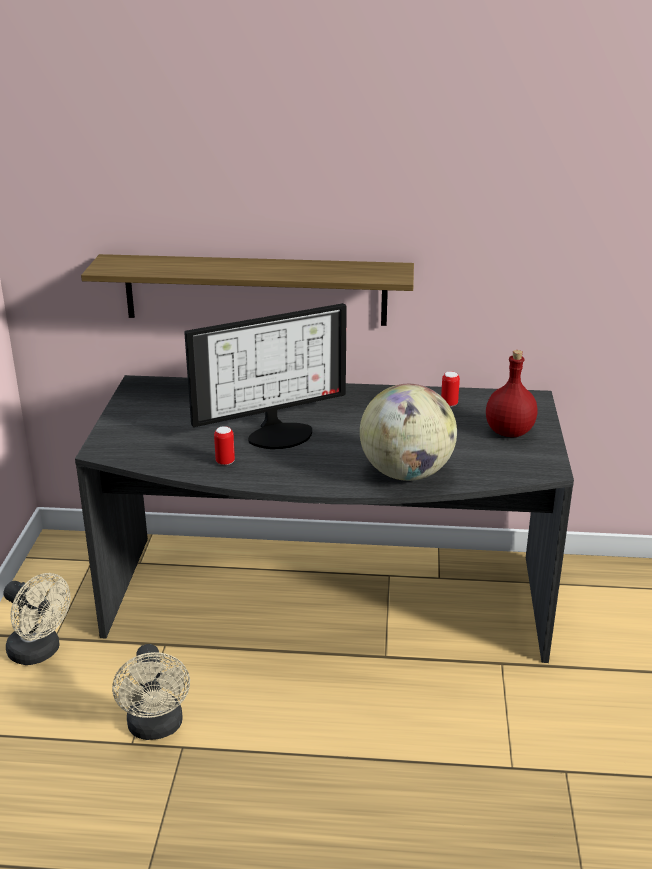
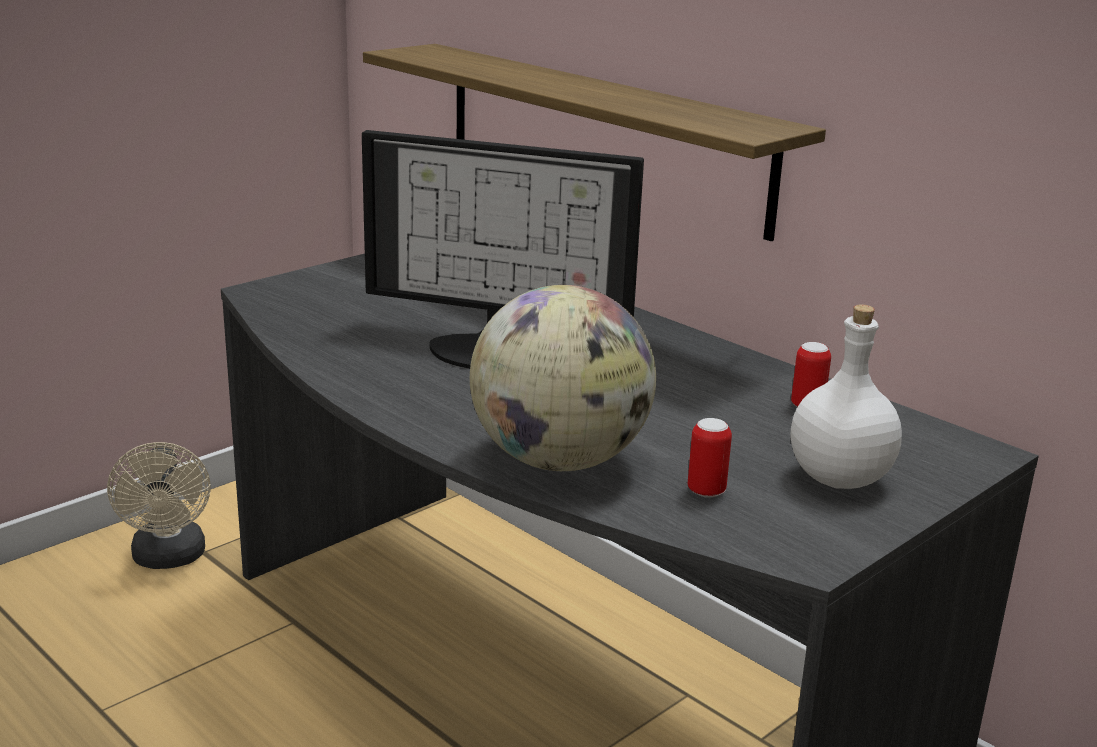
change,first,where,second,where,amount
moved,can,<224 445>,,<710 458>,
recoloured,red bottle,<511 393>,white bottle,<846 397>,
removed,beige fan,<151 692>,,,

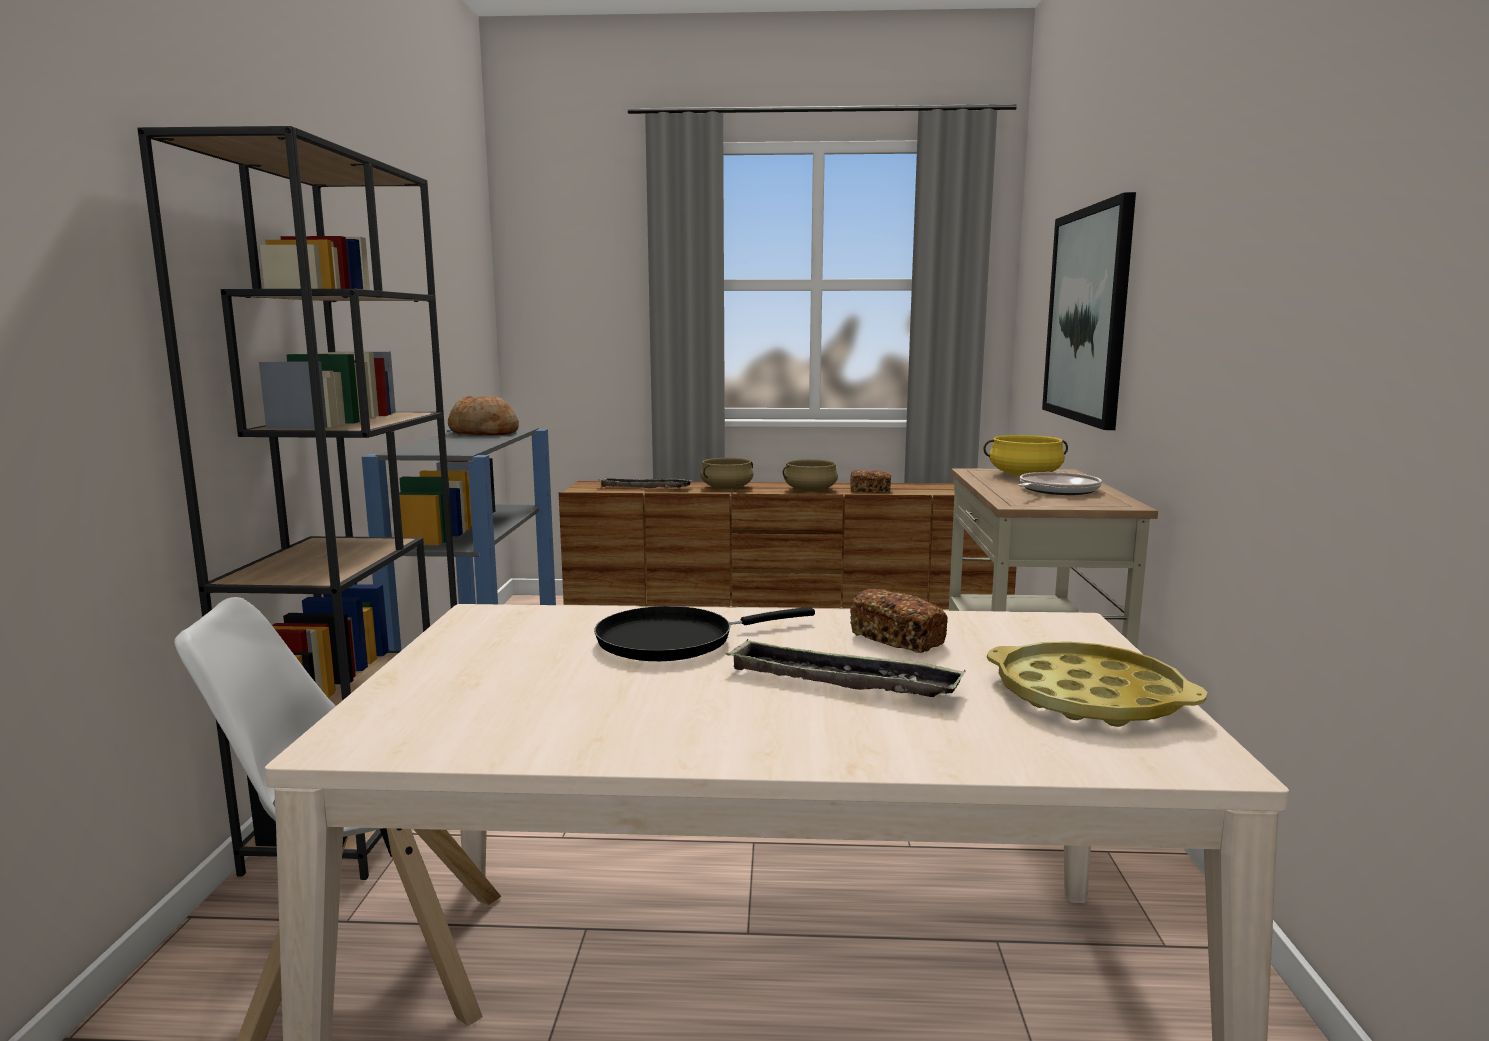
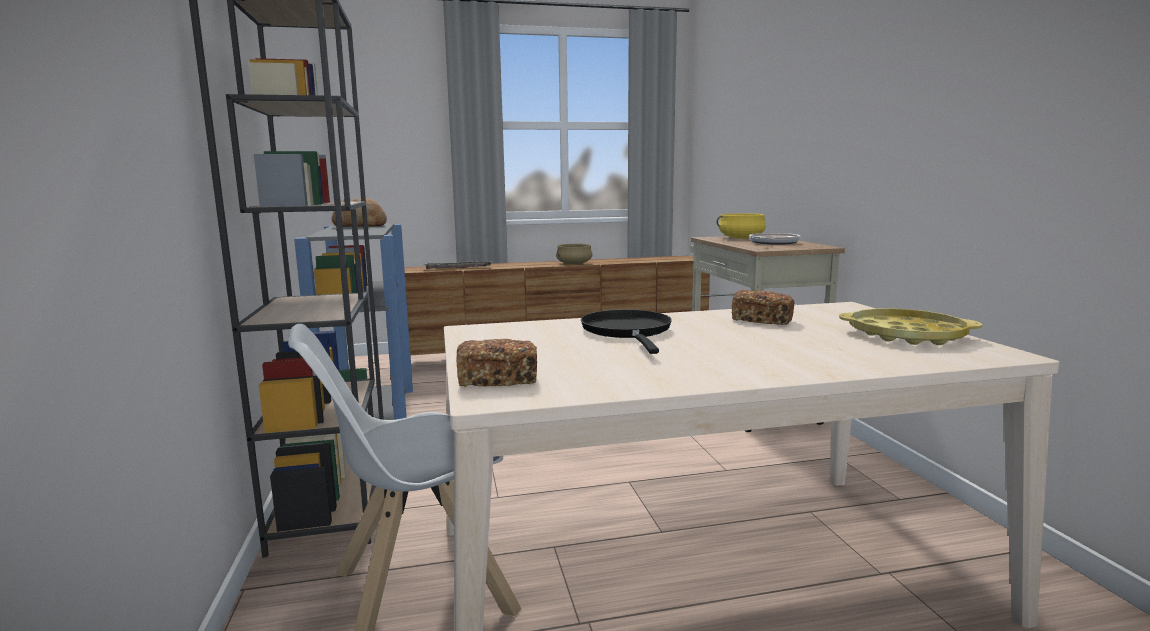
change,first,where,second,where,amount
moved,bread,<870 481>,,<496 363>,
turned,black frying pan,<704 633>,,<626 332>,120 degrees clockwise
removed,beige cooking pot,<727 473>,,,
removed,tray,<845 668>,,,
removed,picture,<1089 311>,,,

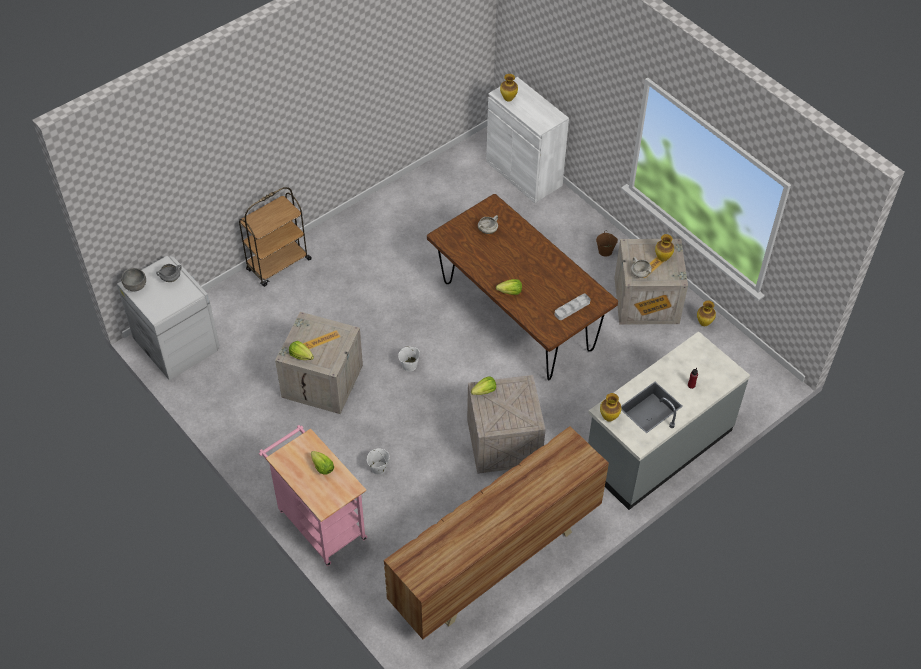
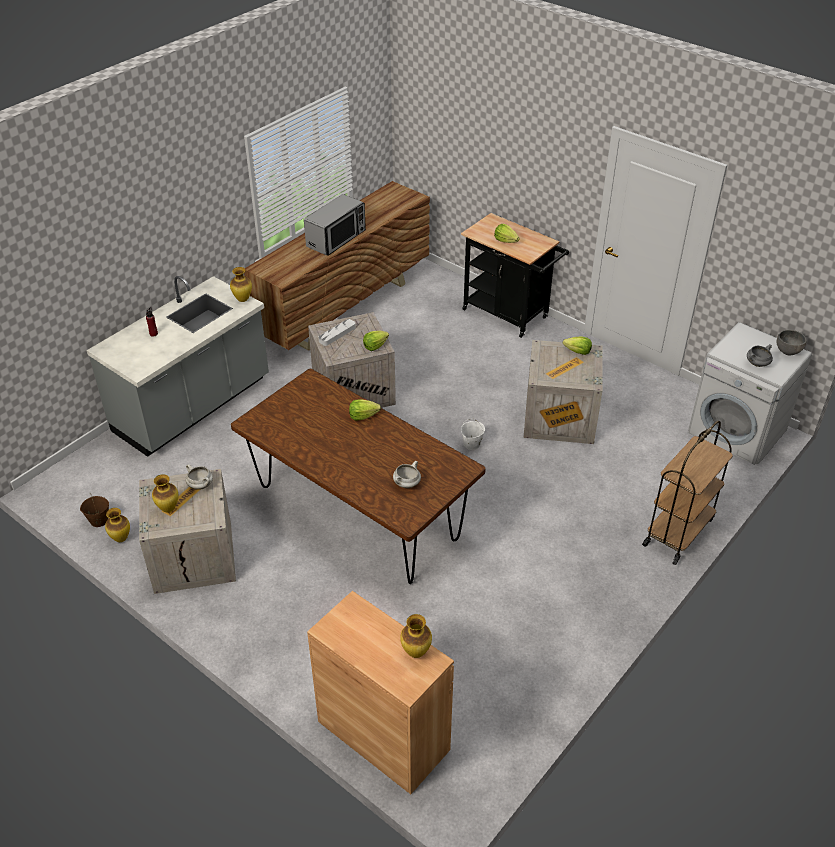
change,first,where,second,where,amount
moved,brown bucket,<607 243>,,<94 511>,
added,,,microwave,<335 225>,
recoloured,white cabinet,<527 140>,brown cabinet,<380 692>,
moved,grey tray,<573 307>,,<337 332>,
recoloured,pink cart,<313 495>,black cart,<515 275>,
removed,white bucket,<378 461>,,,

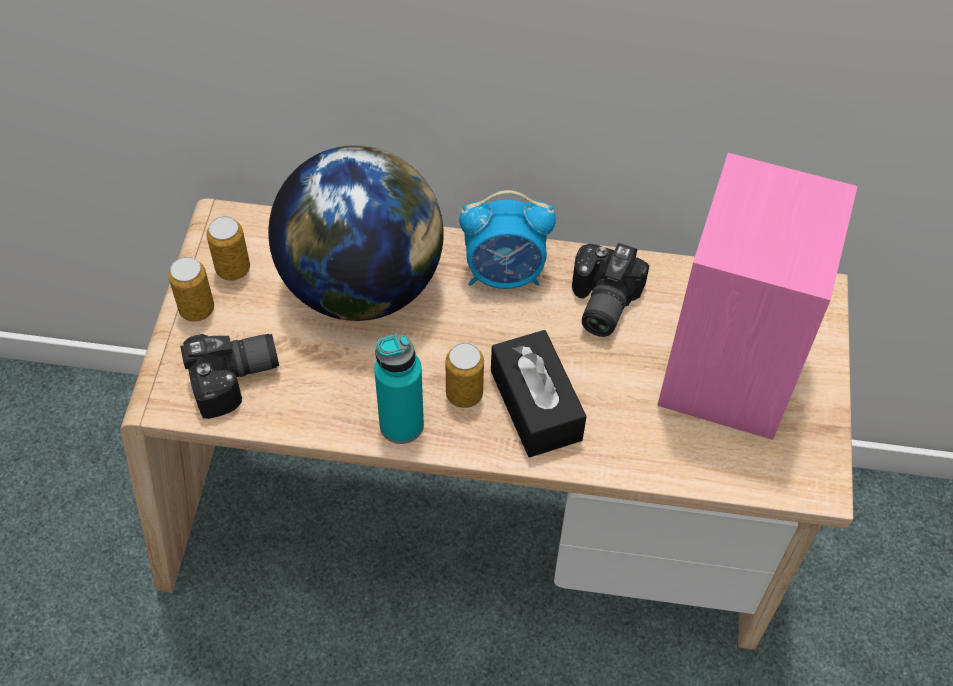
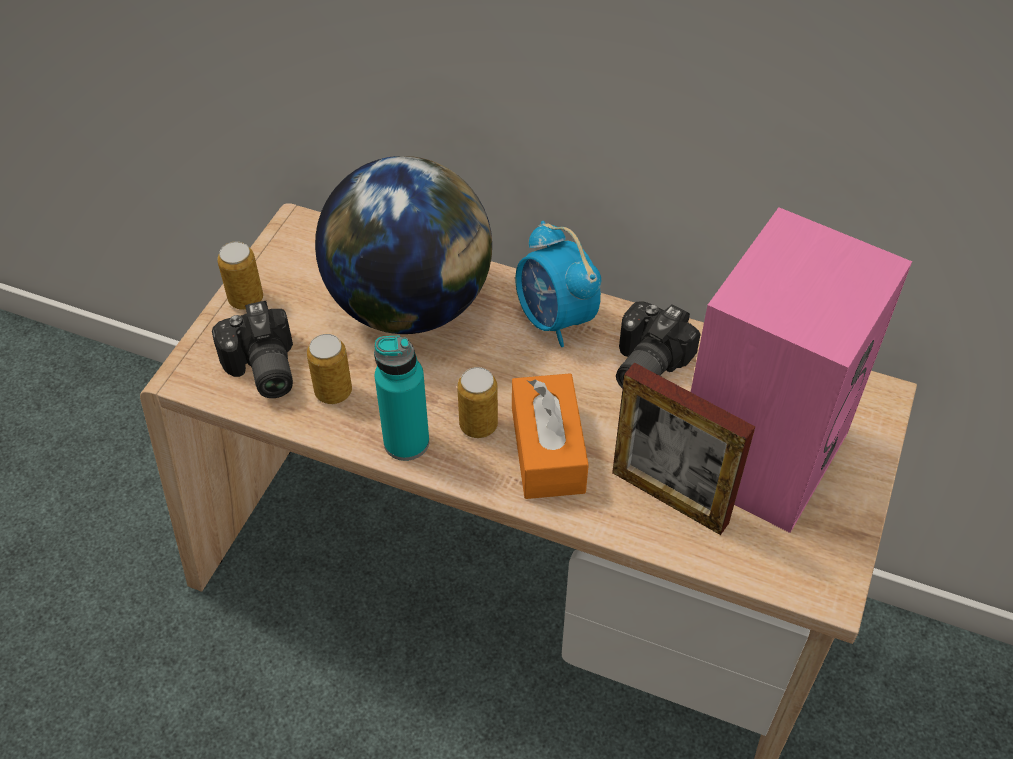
change,first,where,second,where,amount
turned,photo camera,<229 376>,,<252 349>,75 degrees clockwise
moved,can,<228 248>,,<329 369>,
recoloured,black tissue box,<539 393>,orange tissue box,<550 436>,
turned,alarm clock,<507 239>,,<558 284>,45 degrees clockwise
added,,,picture frame,<683 448>,

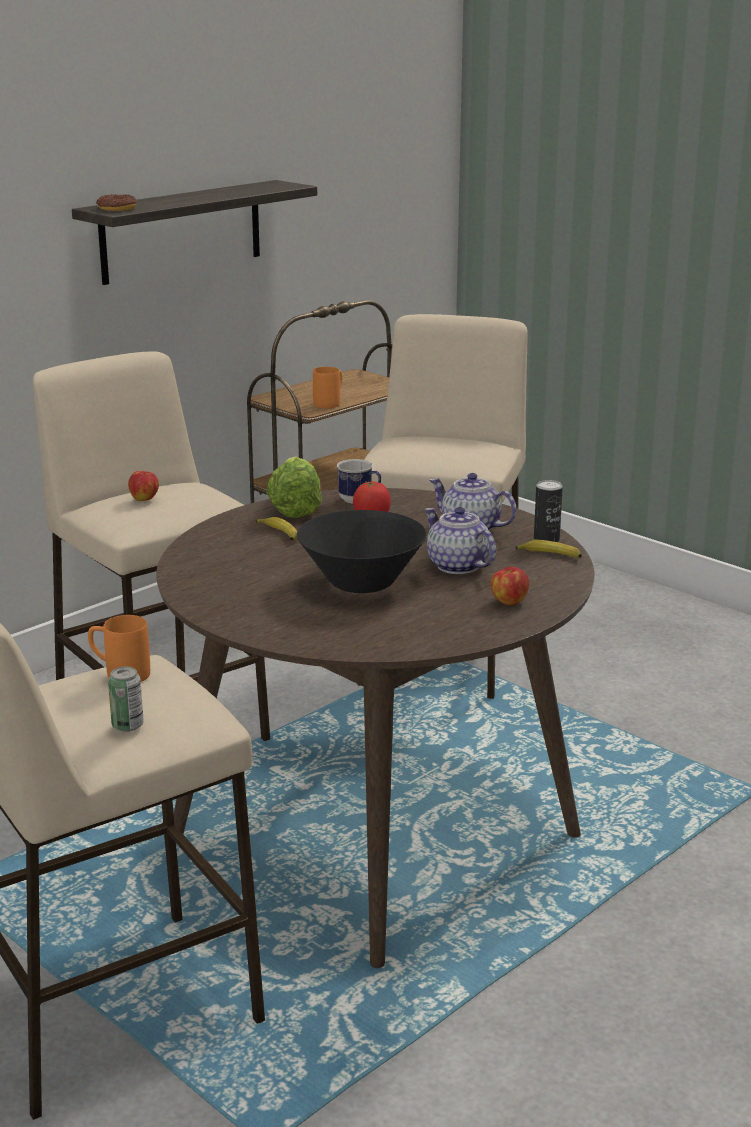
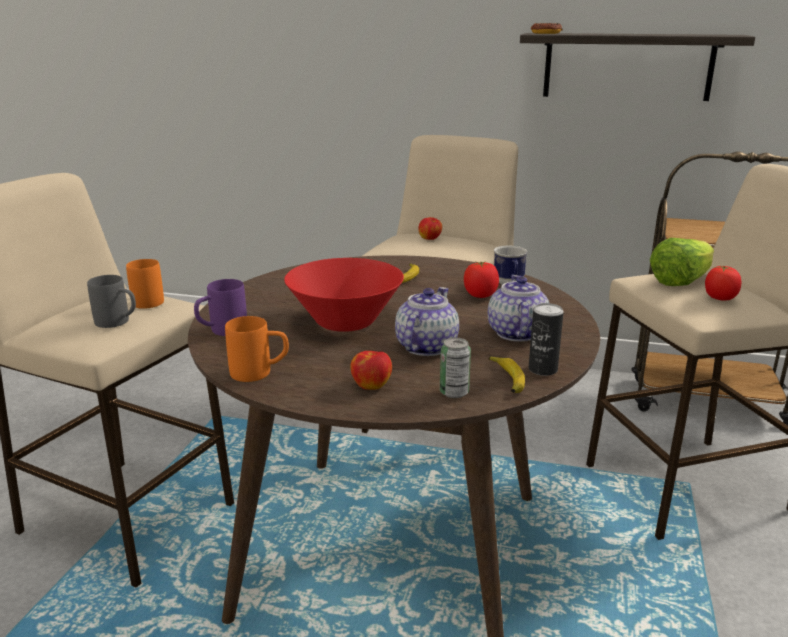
change,first,where,second,where,amount
added,,,grey mug,<111 301>,
added,,,purple mug,<220 307>,
moved,orange mug,<327 387>,,<257 349>,
recoloured,black bowl,<362 551>,red bowl,<344 295>,
moved,can,<126 699>,,<455 367>,
moved,lettuce,<294 487>,,<682 262>,
added,,,tomato,<723 283>,

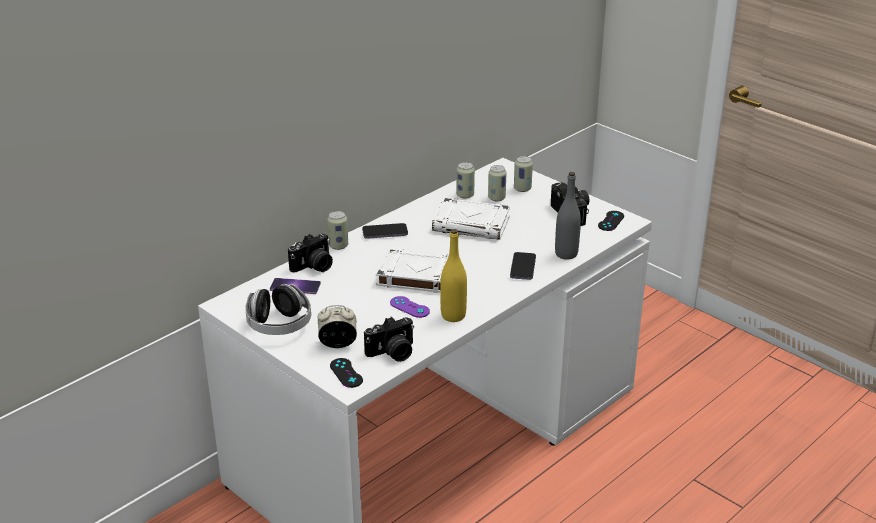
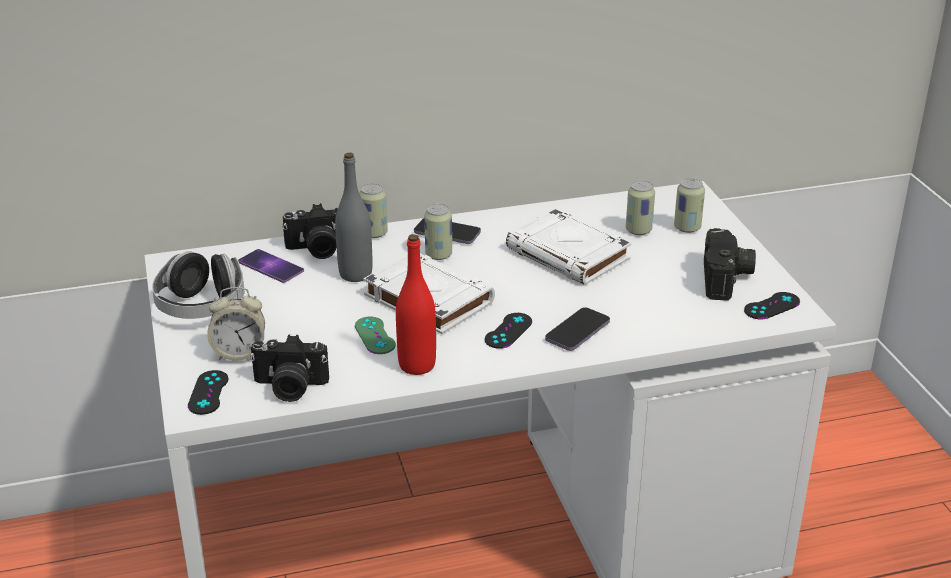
change,first,where,second,where,amount
turned,alarm clock,<337 326>,,<236 324>,150 degrees clockwise
moved,grey bottle,<568 216>,,<353 217>,
recoloured,purple game controller,<410 307>,green game controller,<375 335>,
recoloured,yellow bottle,<453 275>,red bottle,<416 304>,
moved,can,<465 180>,,<438 232>,
added,,,black game controller,<508 331>,

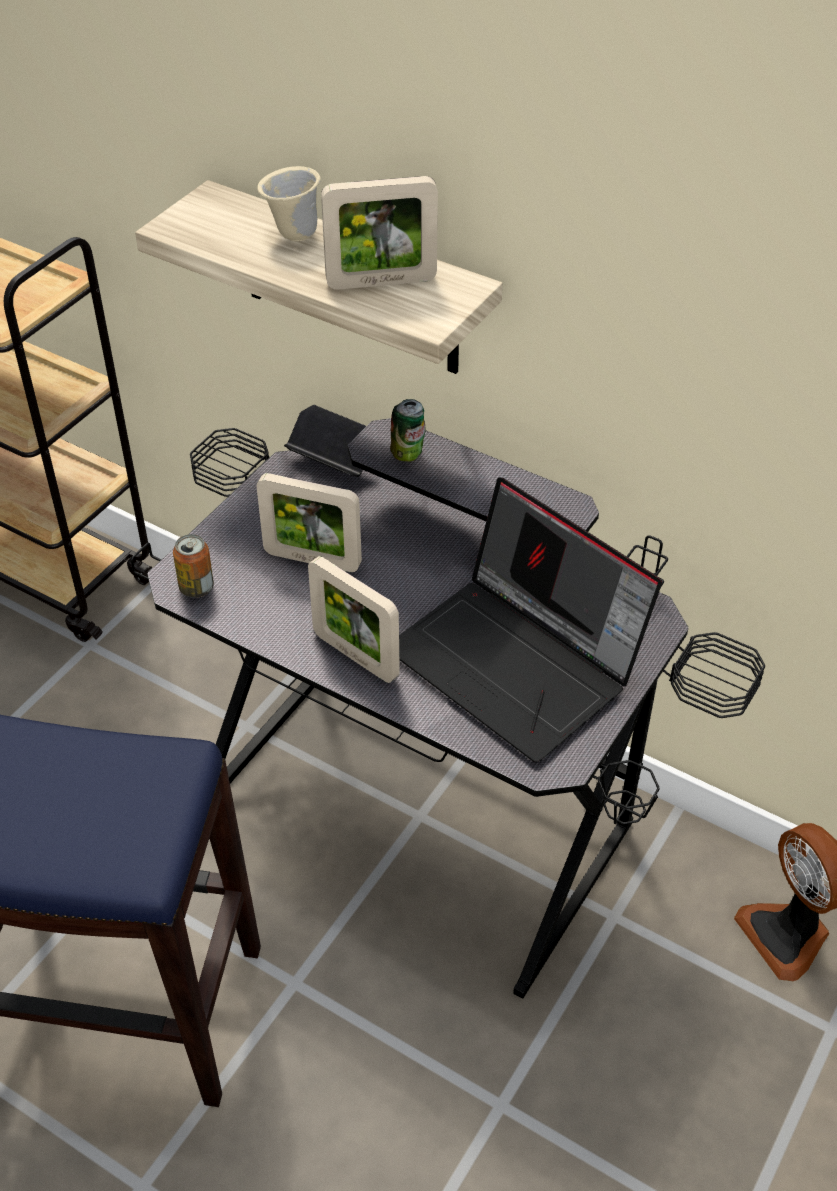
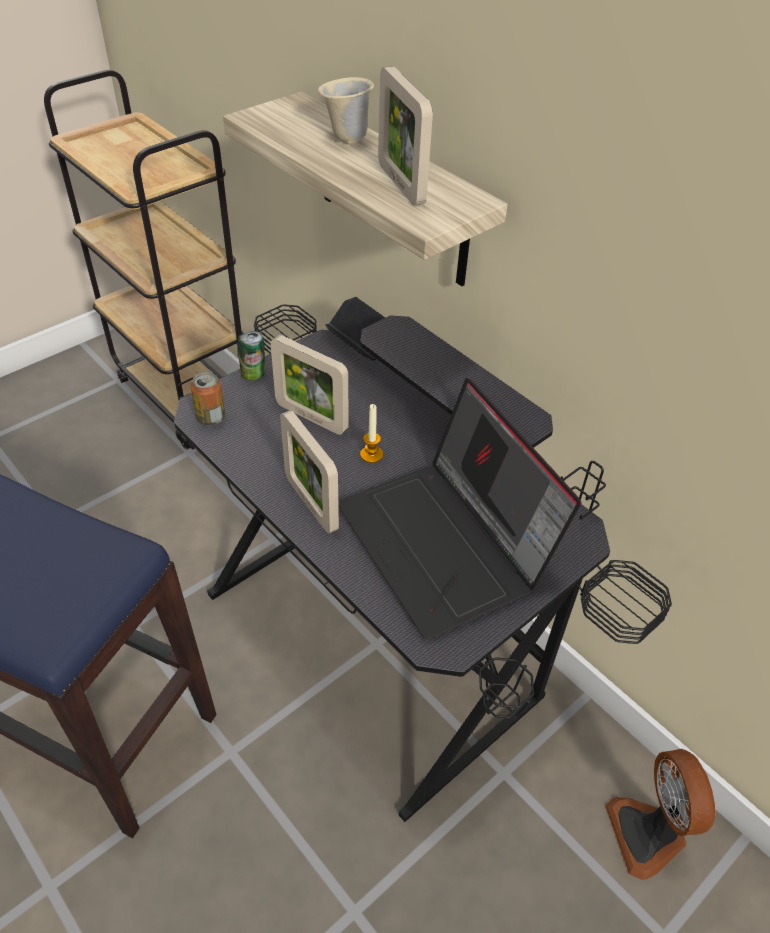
change,first,where,second,where,amount
moved,can,<408 430>,,<251 356>,
added,,,candle,<371 433>,
turned,picture frame,<379 233>,,<405 135>,60 degrees clockwise

